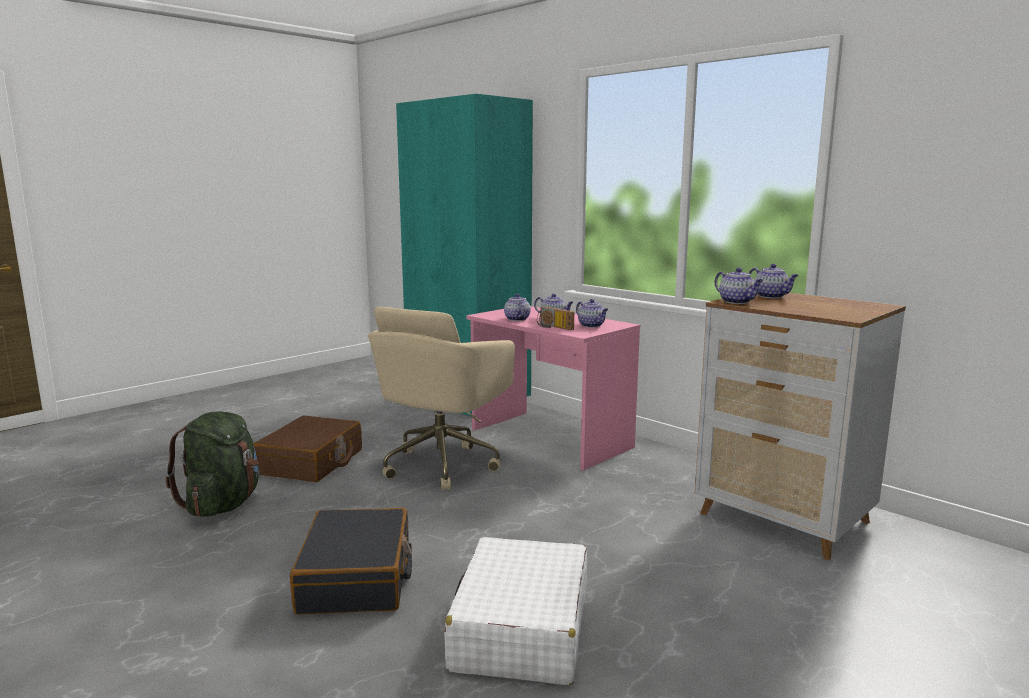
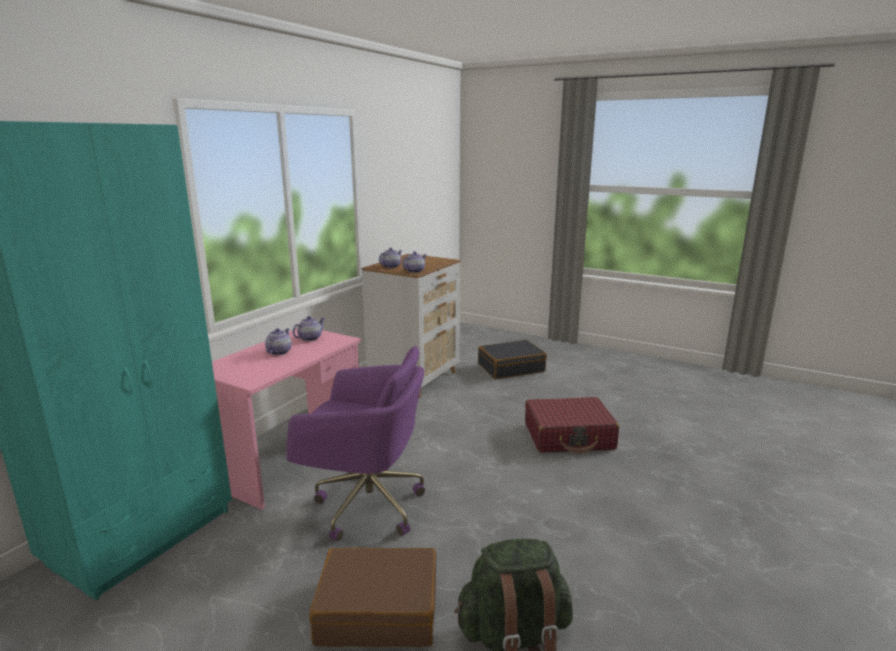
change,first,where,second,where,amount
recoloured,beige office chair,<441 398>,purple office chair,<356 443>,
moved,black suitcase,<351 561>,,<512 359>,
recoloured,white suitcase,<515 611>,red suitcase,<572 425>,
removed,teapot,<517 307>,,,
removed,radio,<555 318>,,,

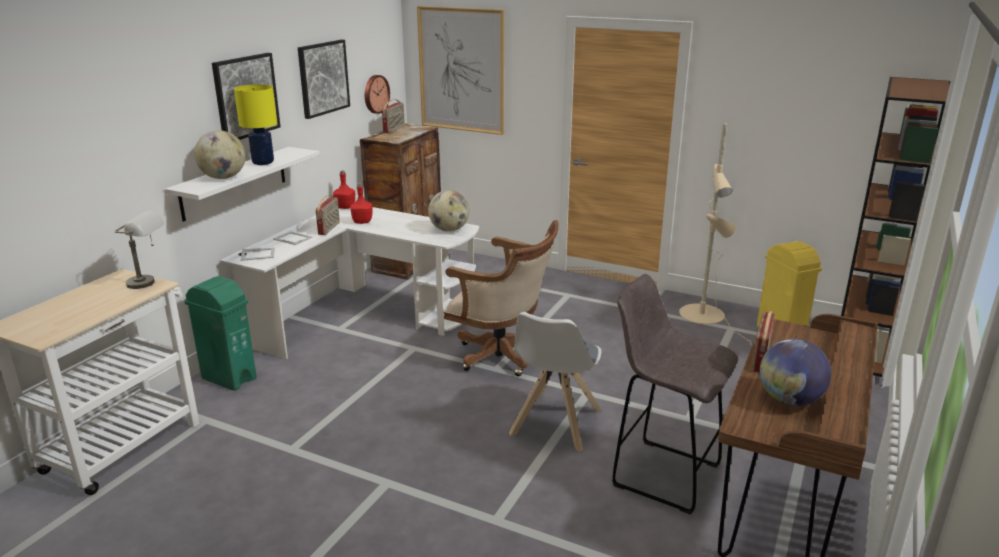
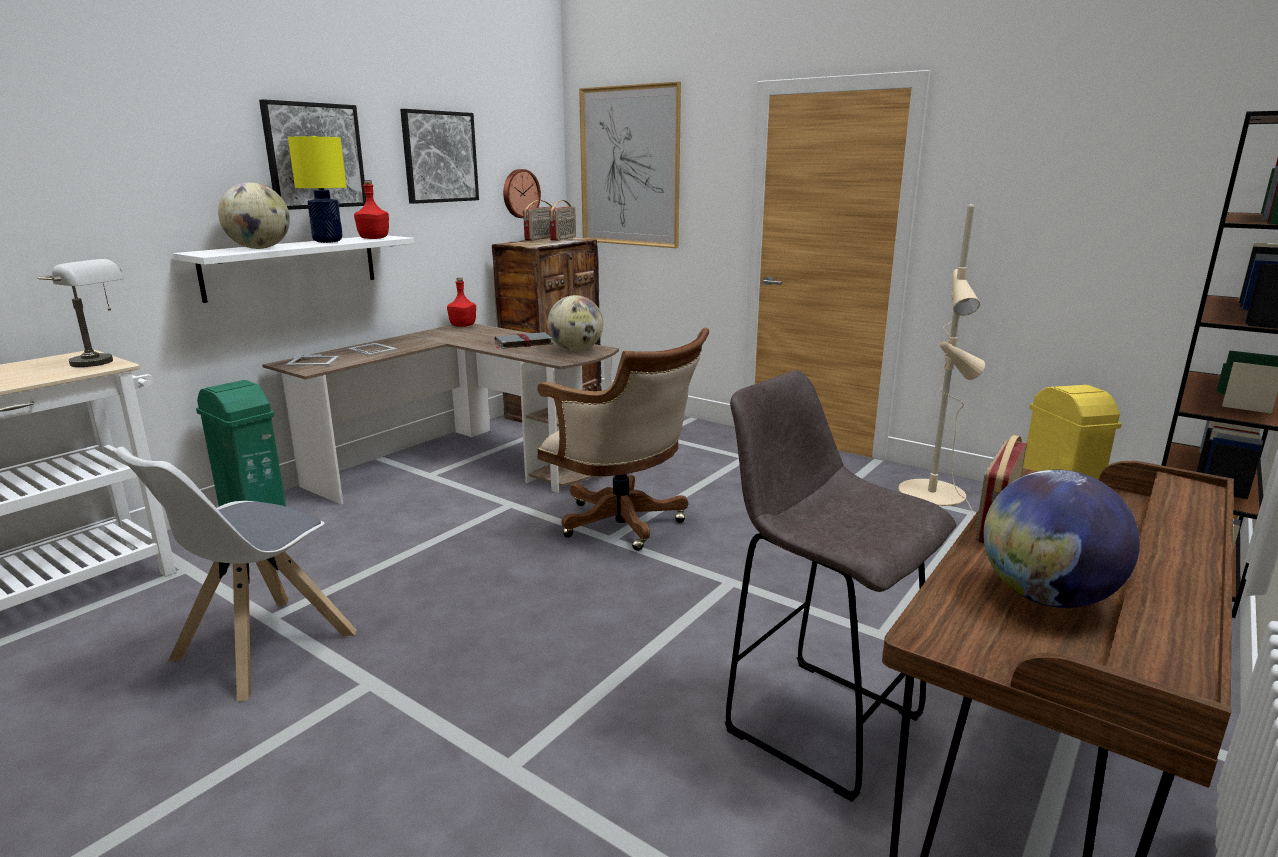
change,first,where,second,where,amount
moved,chair,<555 382>,,<235 574>,
recoloured,white desk,<349 283>,brown desk,<440 413>,
moved,red bottle,<361 203>,,<371 209>,
added,,,grey book,<524 340>,
moved,radio,<328 215>,,<562 220>,

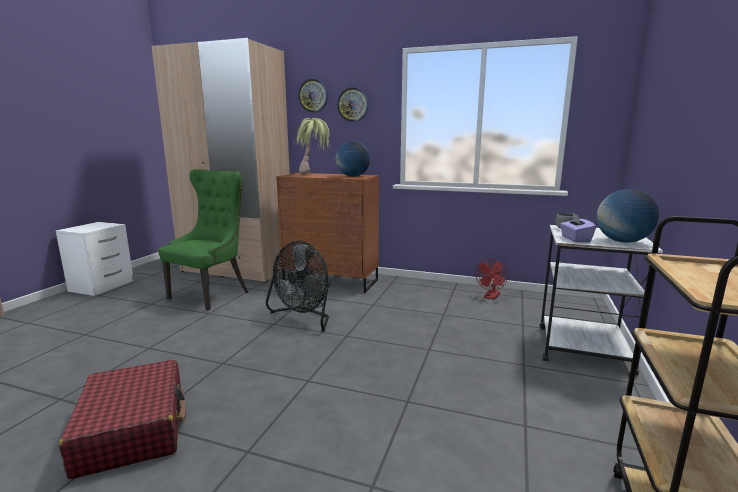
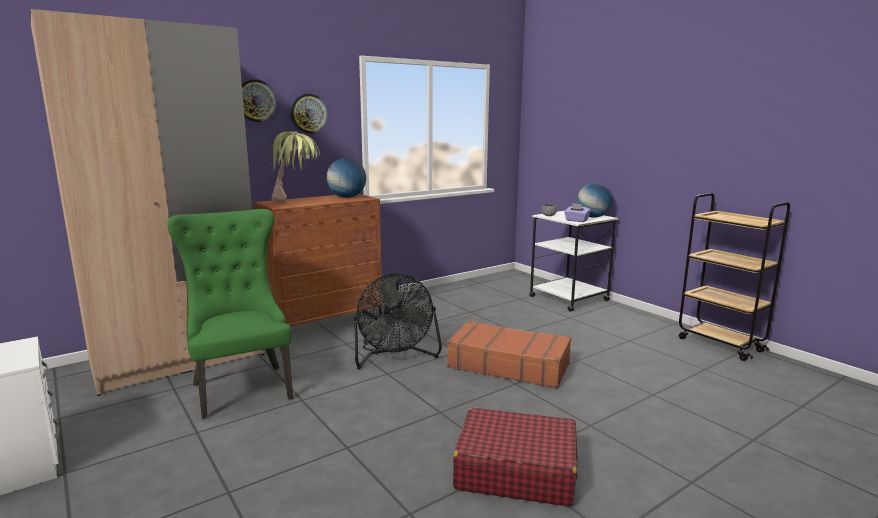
change,first,where,second,where,amount
added,,,brown suitcase,<509 355>,
removed,red fan,<492 279>,,,

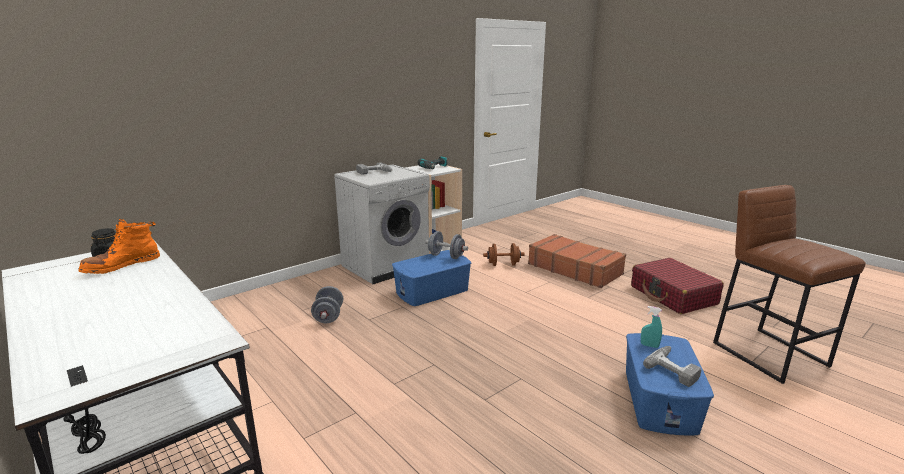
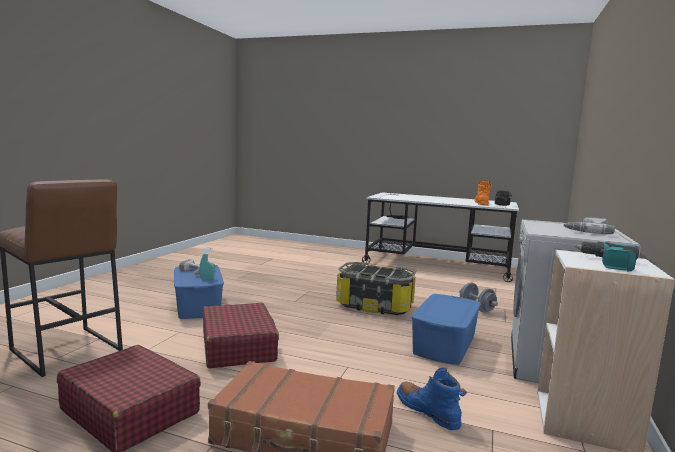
change,first,where,second,where,amount
added,,,red suitcase,<240 335>,
added,,,storage box,<376 288>,
replaced,brown dumbbell,<504 254>,blue boot,<432 399>,
removed,grey dumbbell,<446 245>,,,

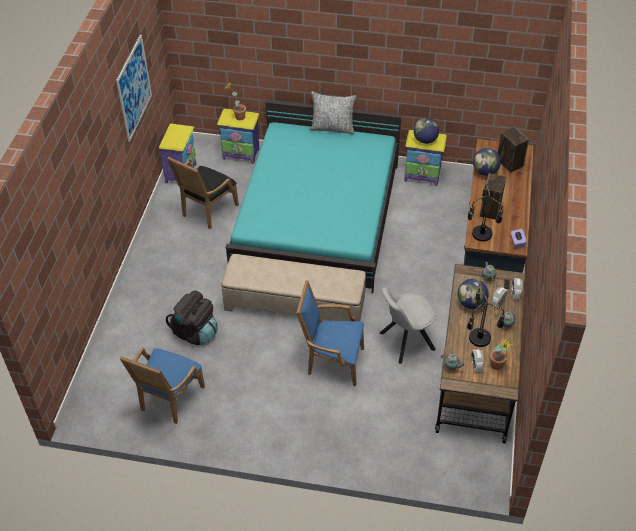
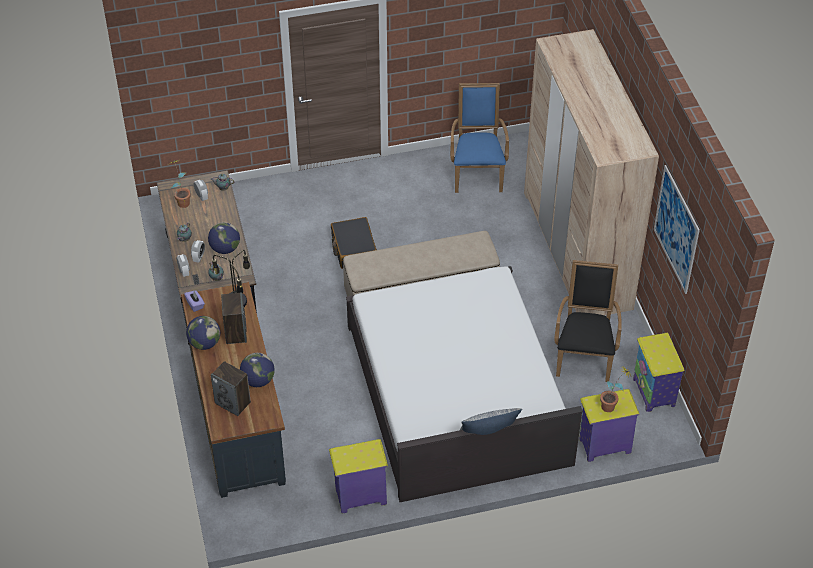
change,first,where,second,where,amount
moved,globe,<426 131>,,<203 333>,
replaced,blue armchair,<330 333>,black suitcase,<354 243>,
recoloured,turquoise bed,<313 196>,white bed,<464 384>,
added,,,beige wardrobe,<591 172>,
removed,black backpack,<192 317>,,,
removed,grey chair,<407 326>,,,
removed,table lamp,<486 317>,,,

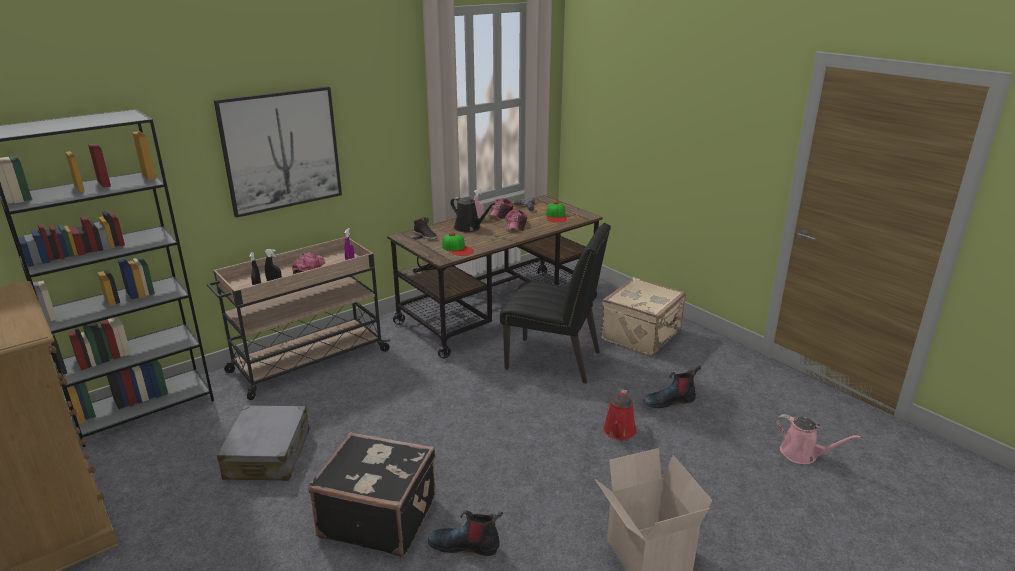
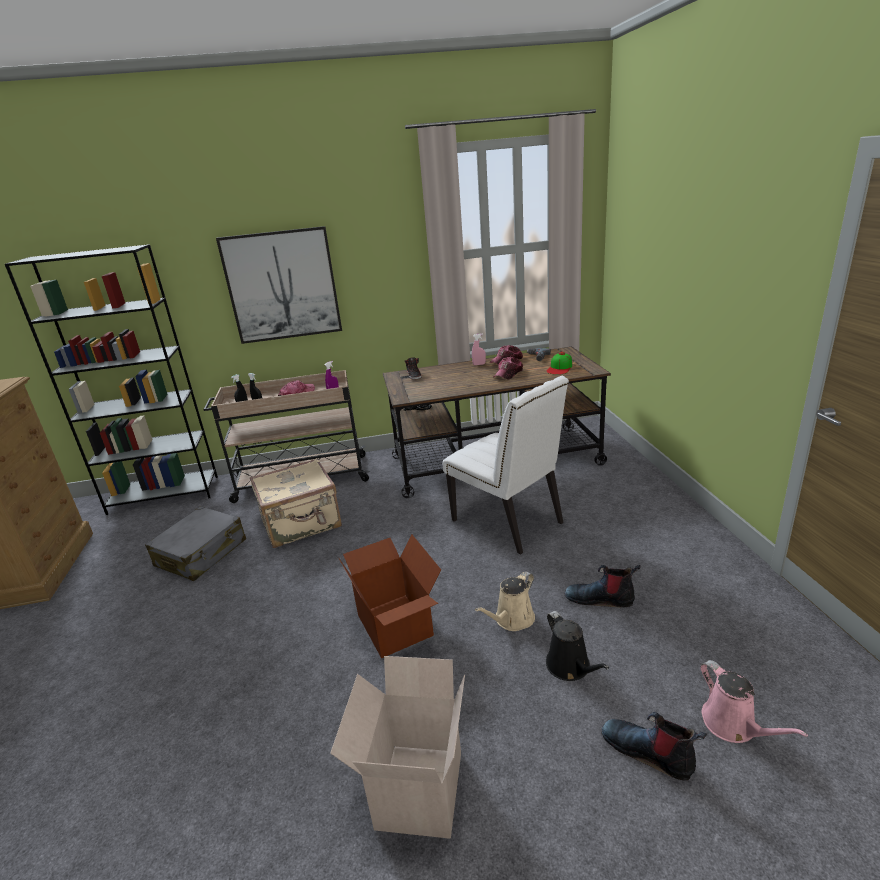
change,first,where,second,where,amount
moved,beige suitcase,<643 316>,,<296 503>,
added,,,cardboard box,<389 596>,
recoloured,black chair,<555 303>,white chair,<506 465>,
recoloured,red watering can,<620 415>,beige watering can,<505 601>,
moved,black watering can,<473 214>,,<577 646>,
moved,boot,<465 533>,,<654 746>,
removed,black suitcase,<372 494>,,,
removed,cap,<458 244>,,,

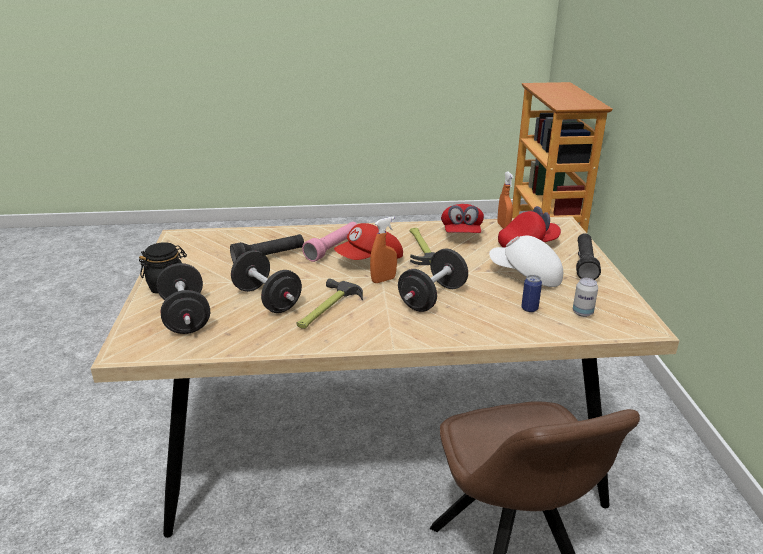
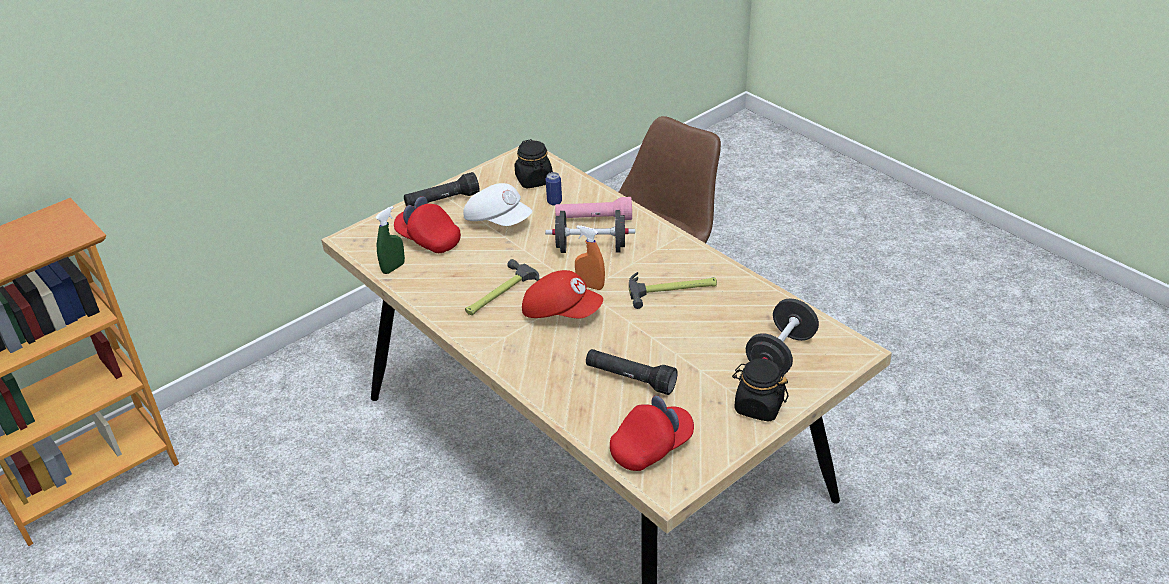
change,first,where,second,where,amount
recoloured,orange spray bottle,<505 200>,green spray bottle,<390 240>,
turned,white cap,<526 261>,,<497 204>,45 degrees counterclockwise
replaced,can,<585 297>,black jar,<534 164>,
moved,pink flashlight,<329 242>,,<593 208>,
moved,red cap,<462 218>,,<652 433>,
removed,black dumbbell,<266 281>,,,

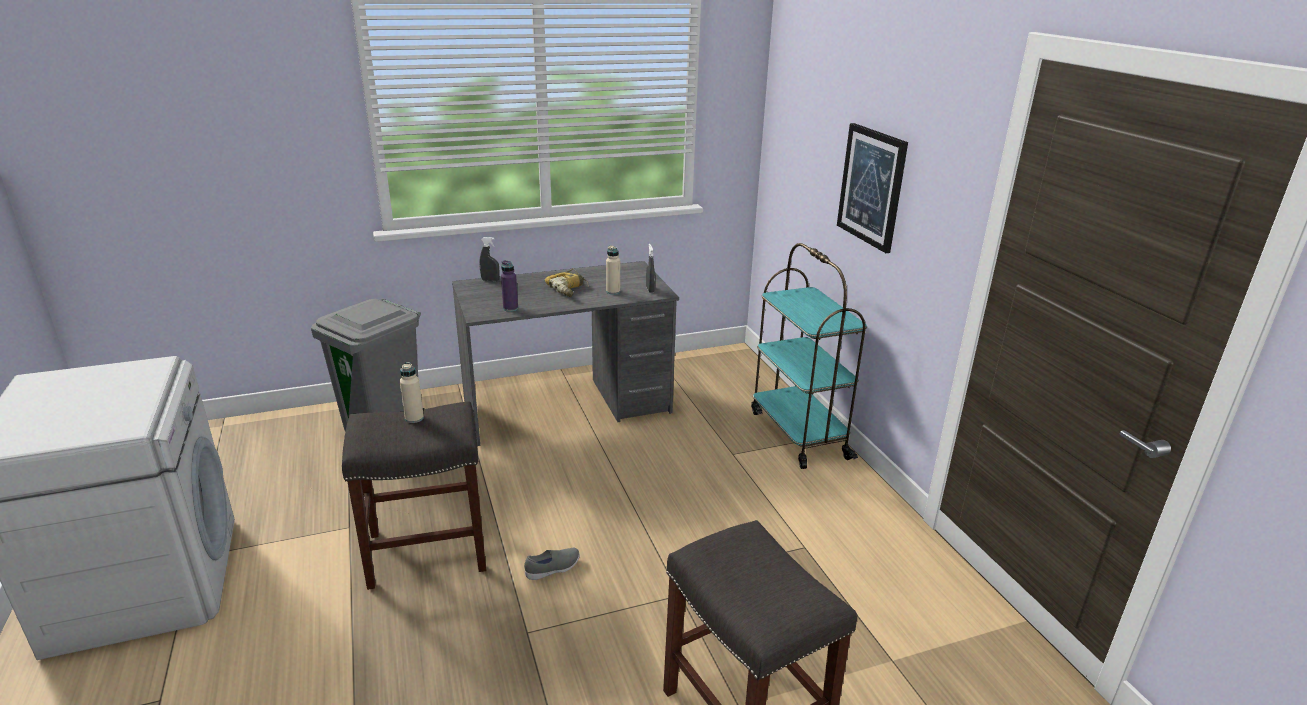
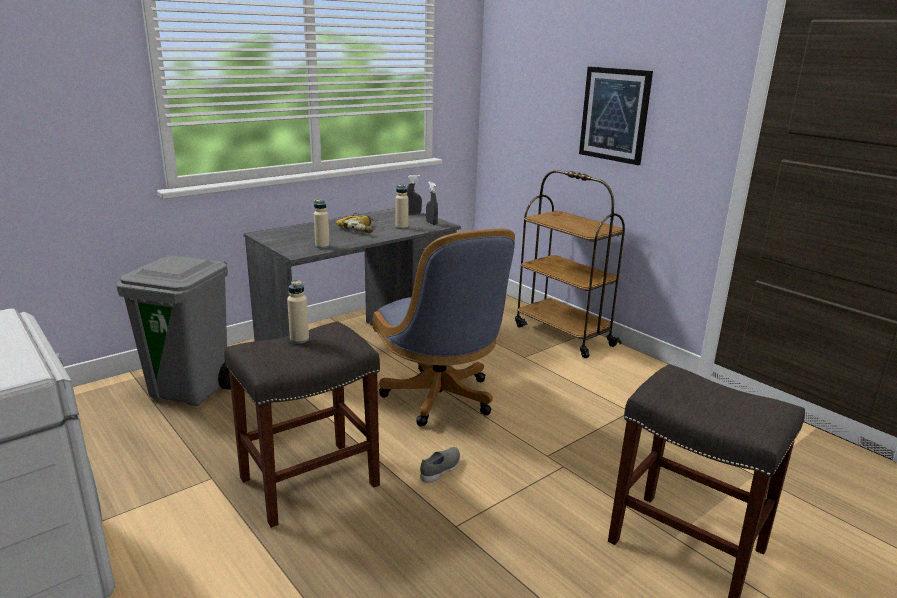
change,first,where,second,where,amount
recoloured,purple bottle,<509 286>,beige bottle,<322 224>,
added,,,blue office chair,<444 328>,
moved,grey spray bottle,<489 259>,,<414 194>,
recoloured,turquoise cart,<809 356>,brown cart,<570 264>,

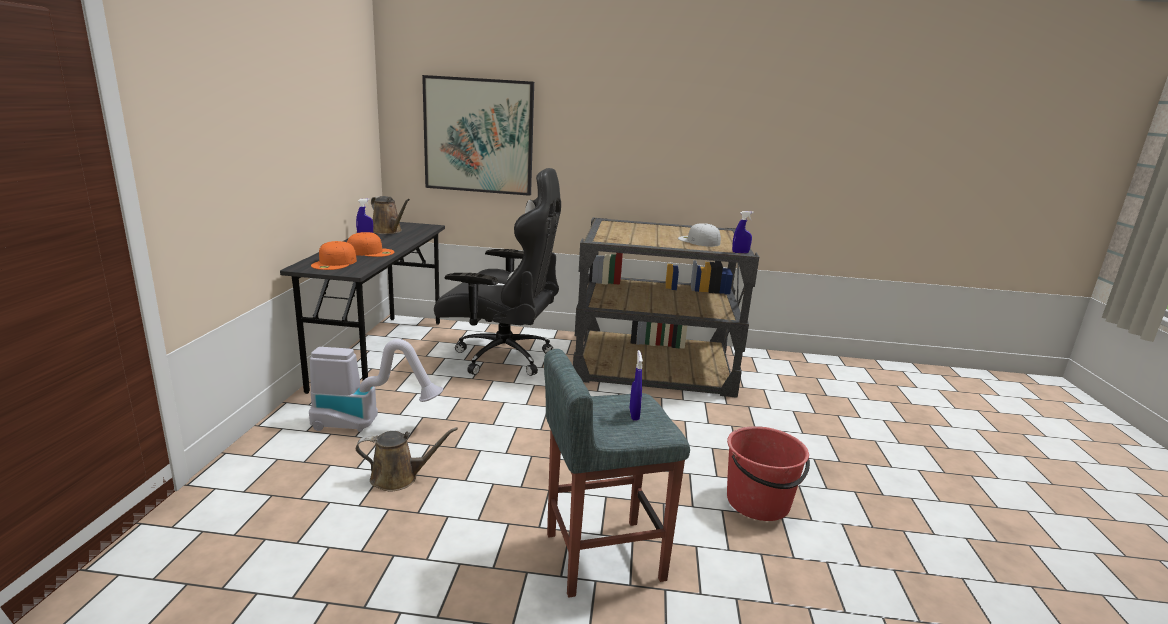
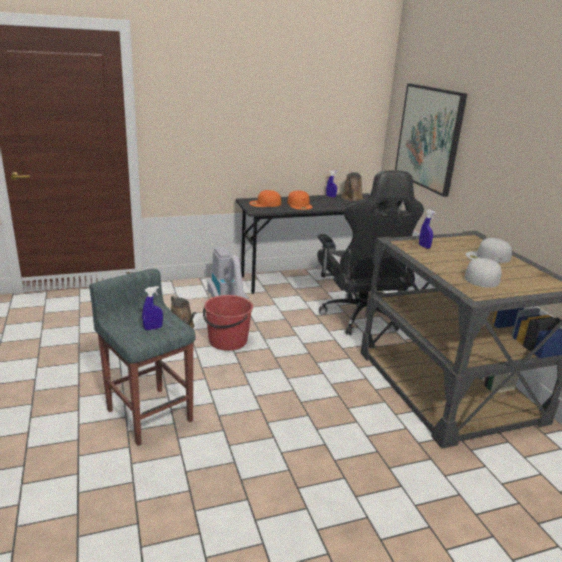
change,first,where,second,where,amount
moved,red bucket,<768 473>,,<228 323>,
moved,blue spray bottle,<743 232>,,<427 229>,
added,,,white cap,<489 250>,

